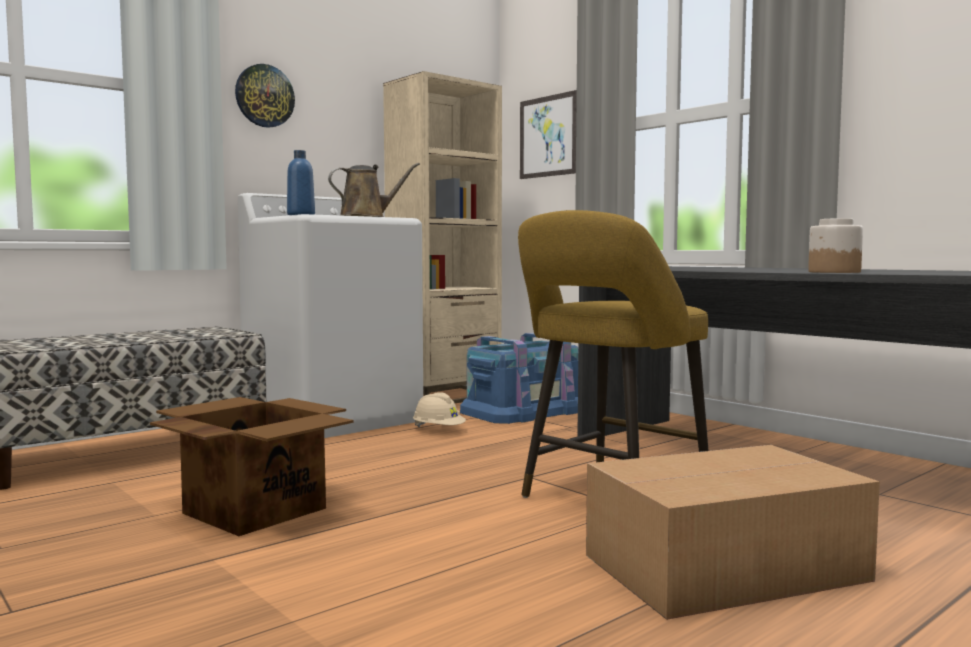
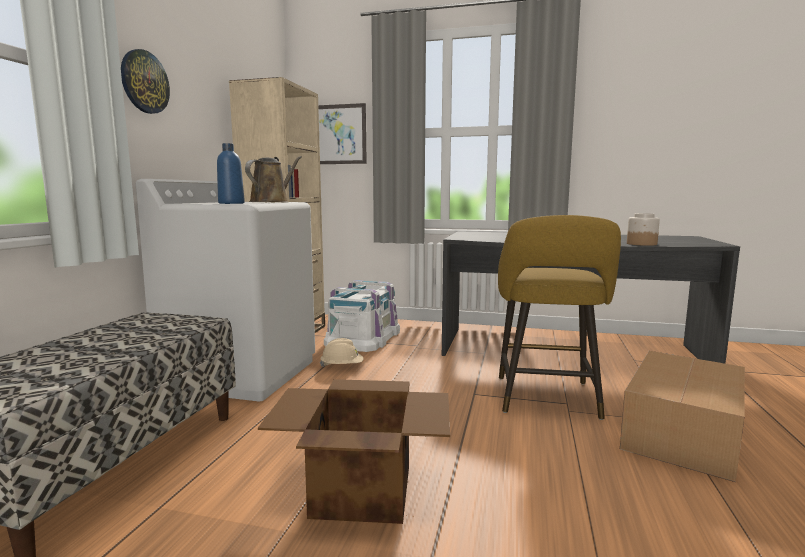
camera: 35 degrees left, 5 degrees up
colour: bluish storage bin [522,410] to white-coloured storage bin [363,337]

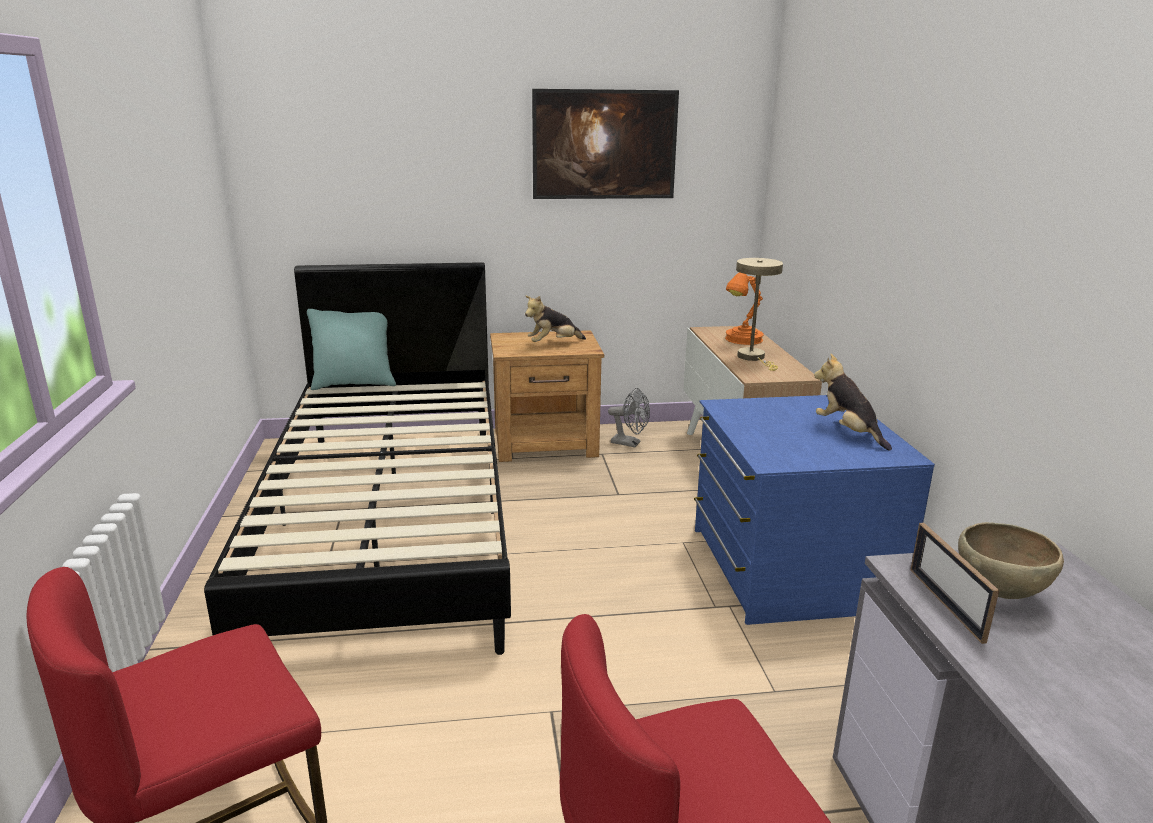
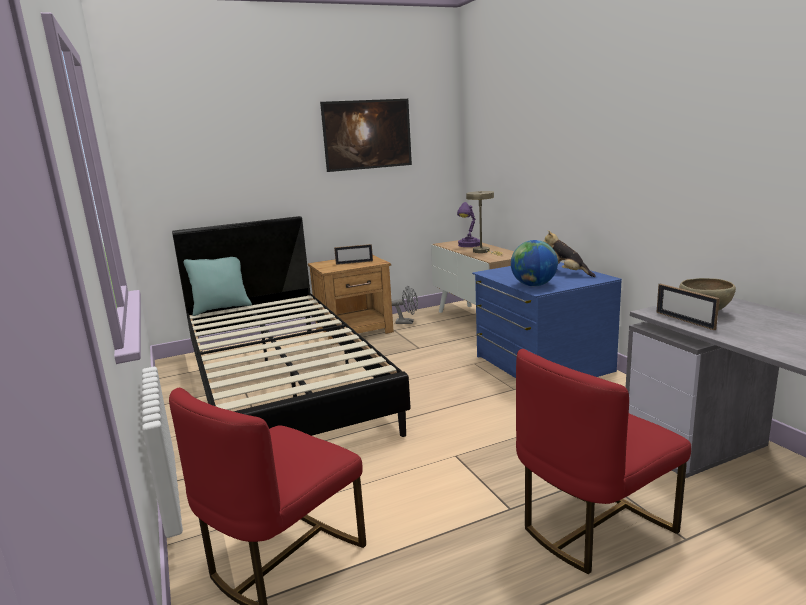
camera: 15 degrees left, 5 degrees down
appeared: globe [533,285]
exchanged: plush toy [553,344] to photo frame [354,262]
colour: orange lamp for a table [742,340] to purplish lamp for a table [468,245]

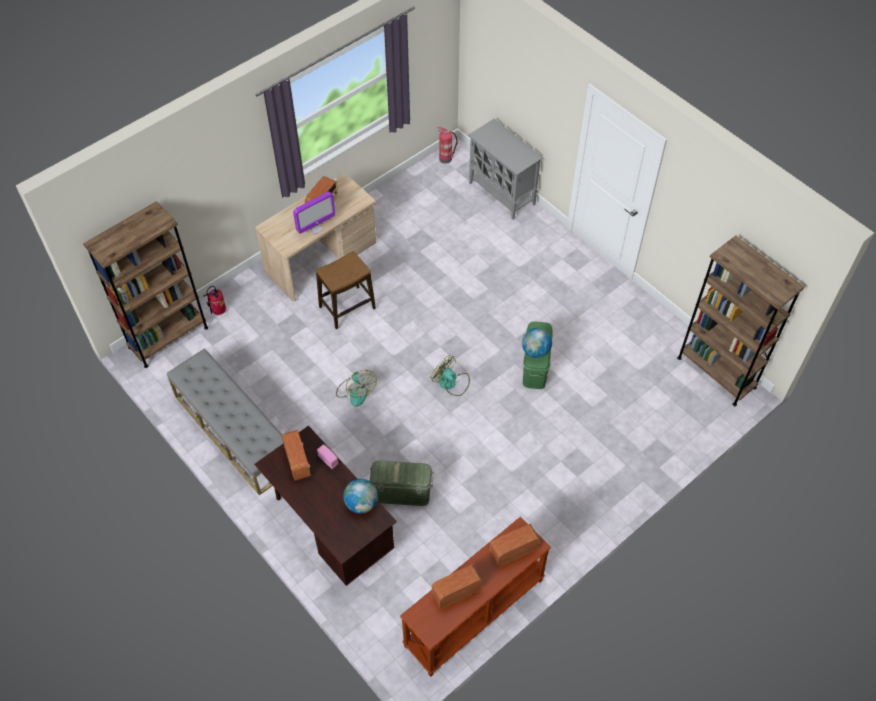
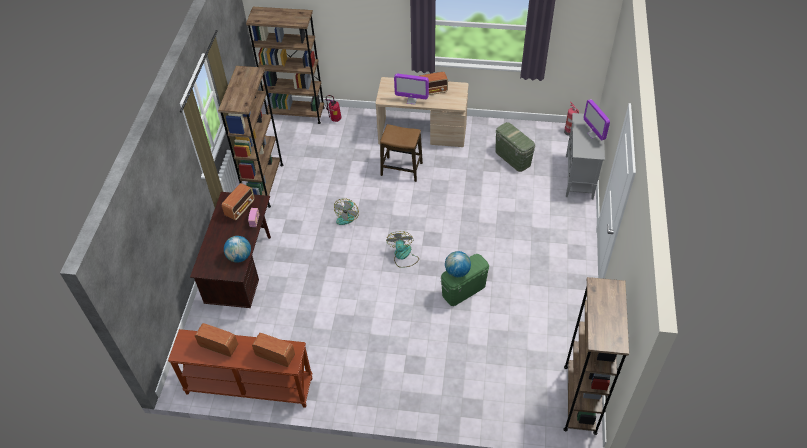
camera: 50 degrees right, 5 degrees down
appeared: computer display [593,134]
relocated: green-coloured storage bin [402,493] to [512,158]
exchanged: greyish bench [234,431] to brown-coloured bookshelf [264,184]

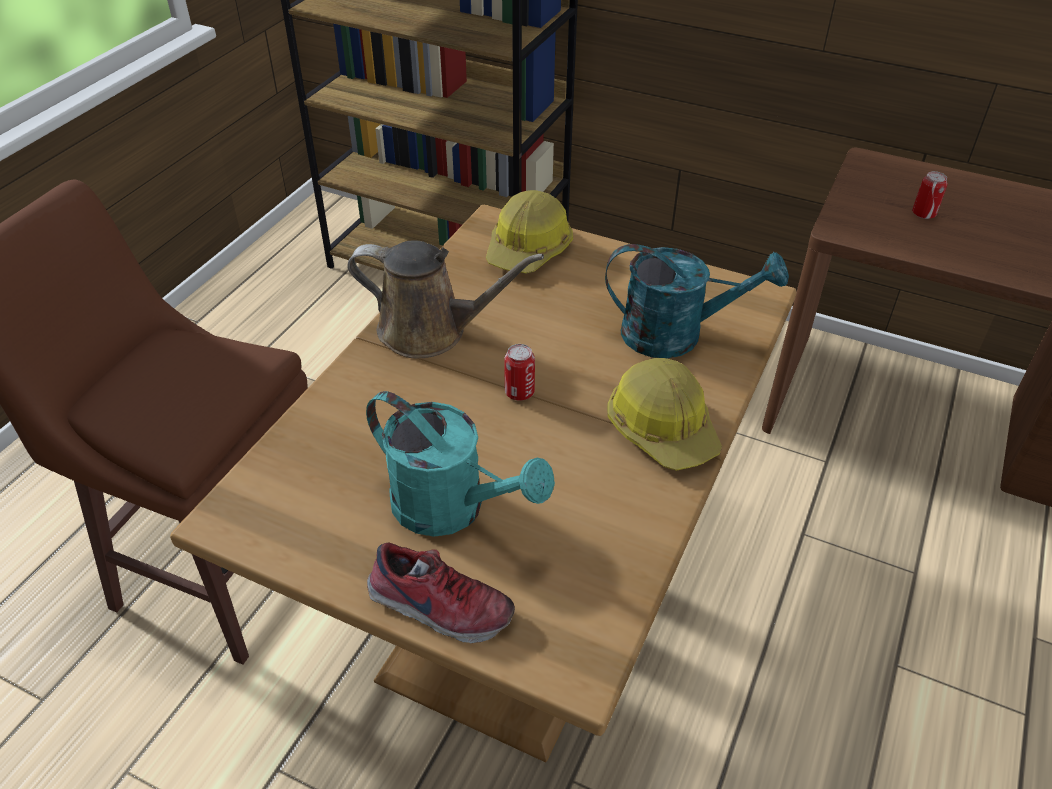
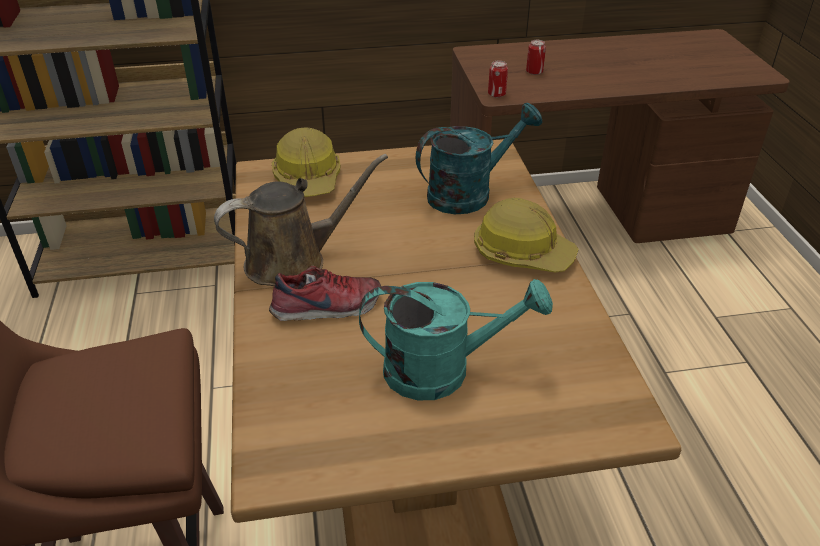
camera: 35 degrees left, 5 degrees down
relocated: sealed can [519,392] to [496,94]; item of footwear [438,608] to [327,309]

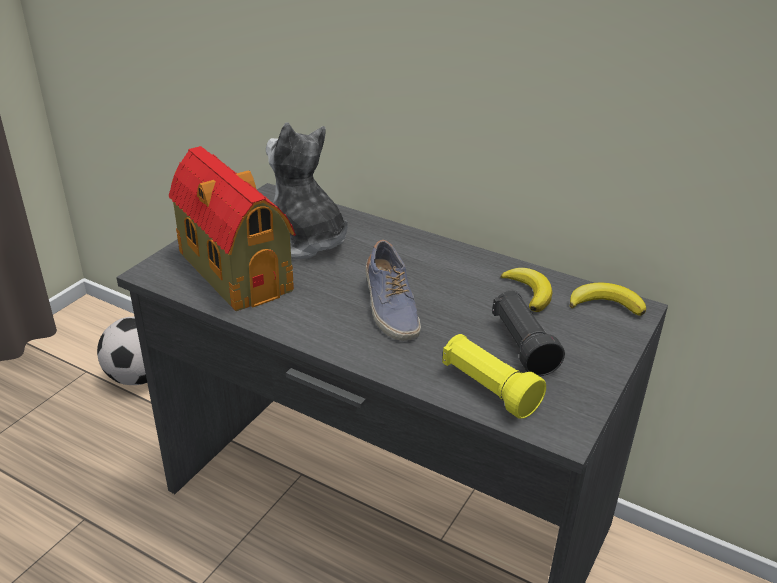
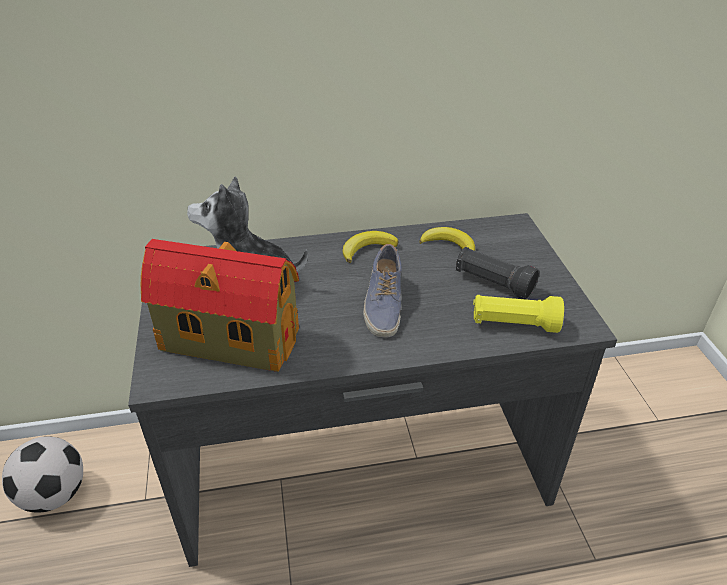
camera: 40 degrees left, 5 degrees up
relocated: banana fruit [605,304] to [367,249]
spun: item of footwear [389,308] = [383,304] 60 degrees clockwise

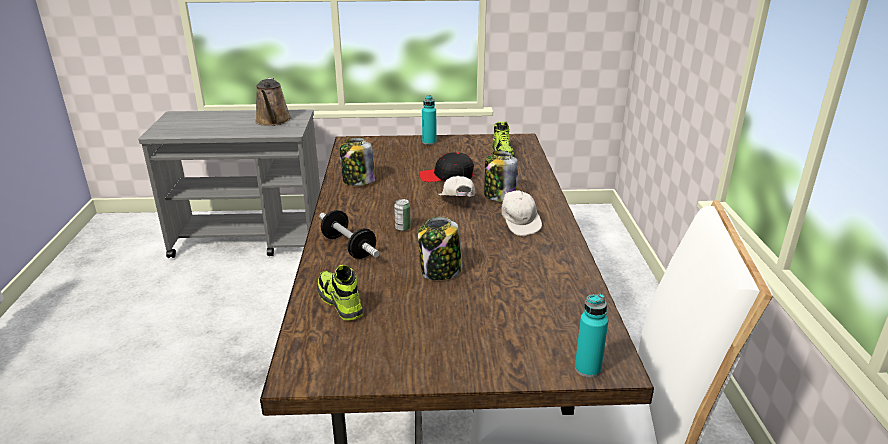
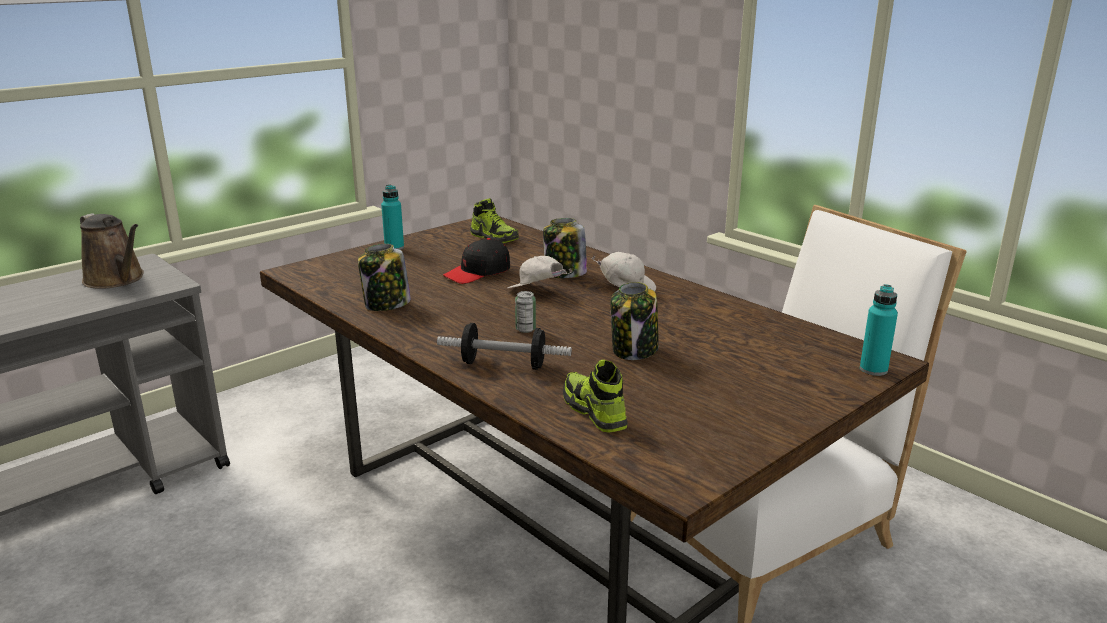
camera: 40 degrees left, 5 degrees down
spun: item of footwear [340,302] = [594,411] 45 degrees clockwise

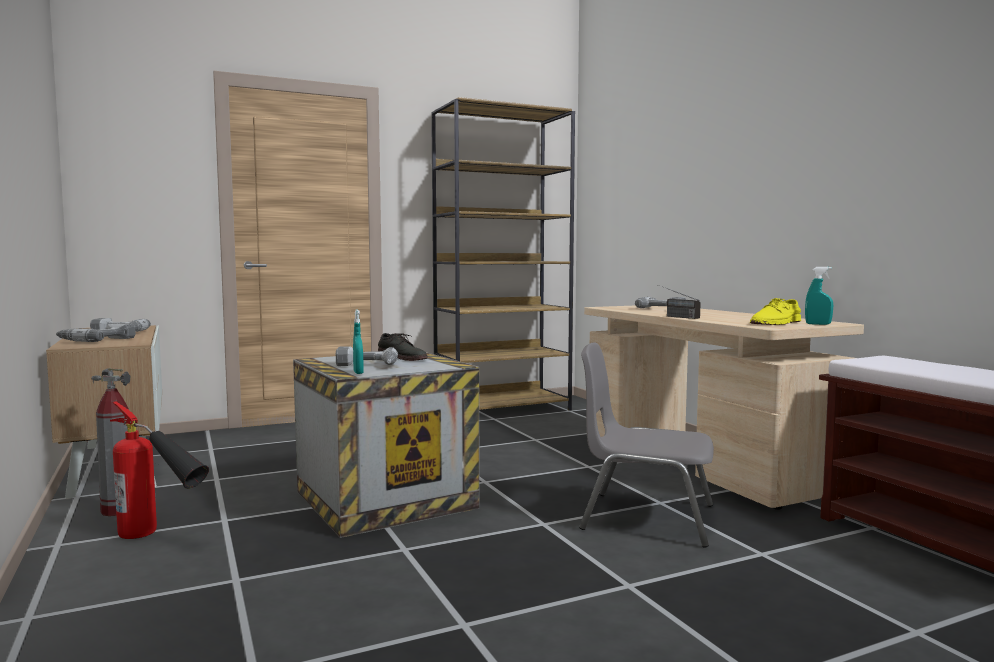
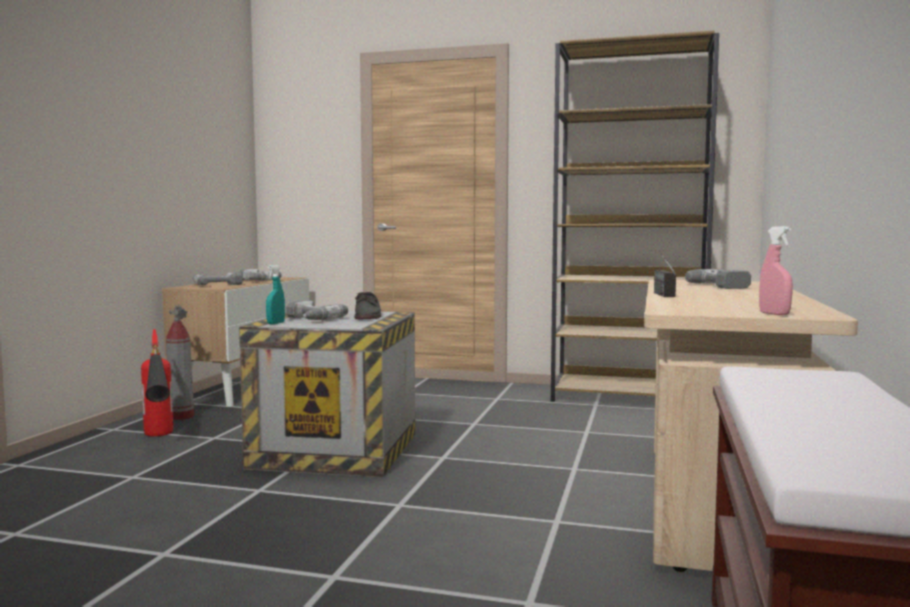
camera: 40 degrees right, 0 degrees up
missing: yellowish item of footwear [776,323]; greyish upright chair [646,517]
colour: turquoise-coloured spray bottle [818,324] to pinkish spray bottle [774,314]

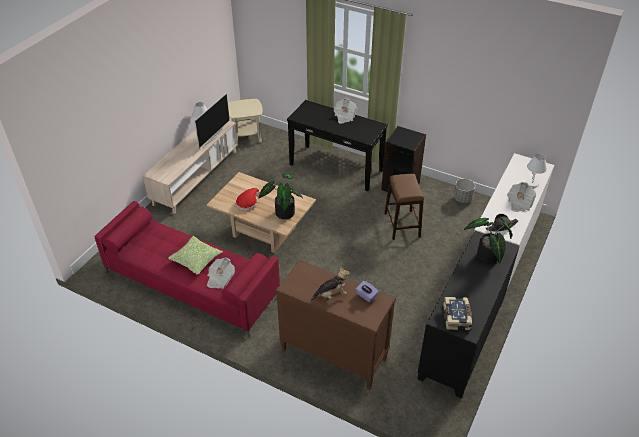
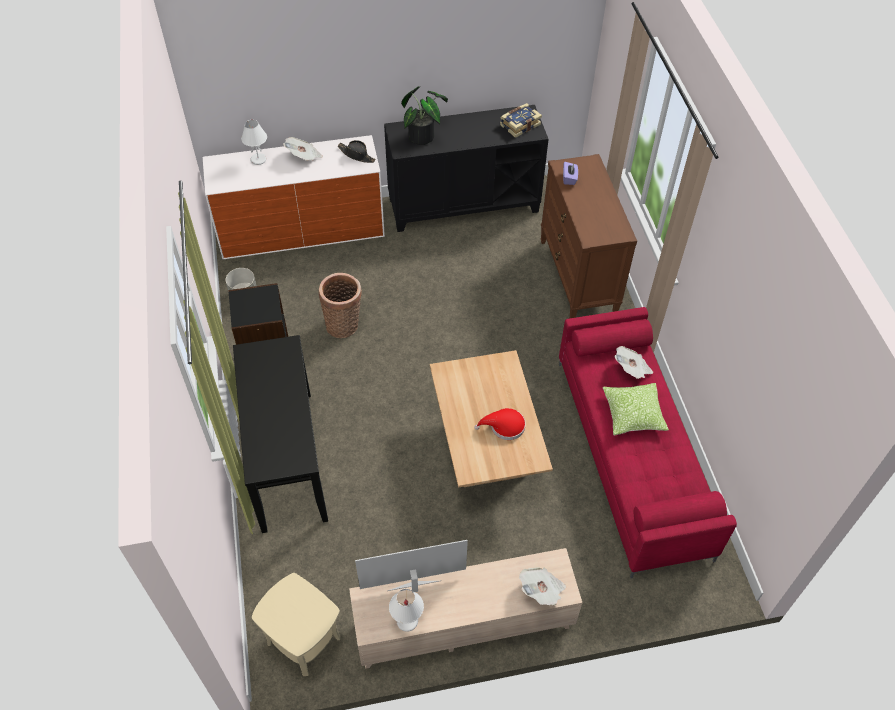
camera: 130 degrees left, 10 degrees up
missing: plant in a pot [283,212]; plush toy [331,294]
relocated: newspaper [344,116] to [542,590]
exchanged: brown-coloured sitting stool [402,224] to storage basket [344,325]

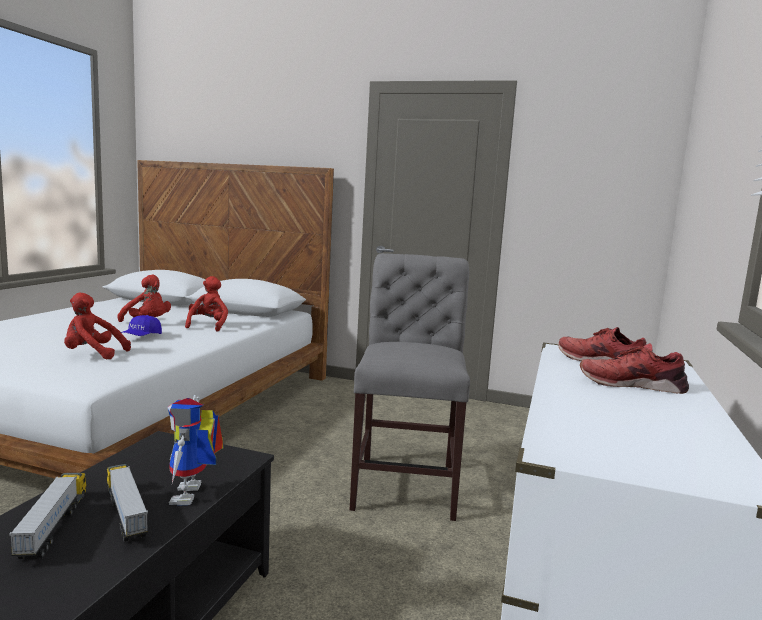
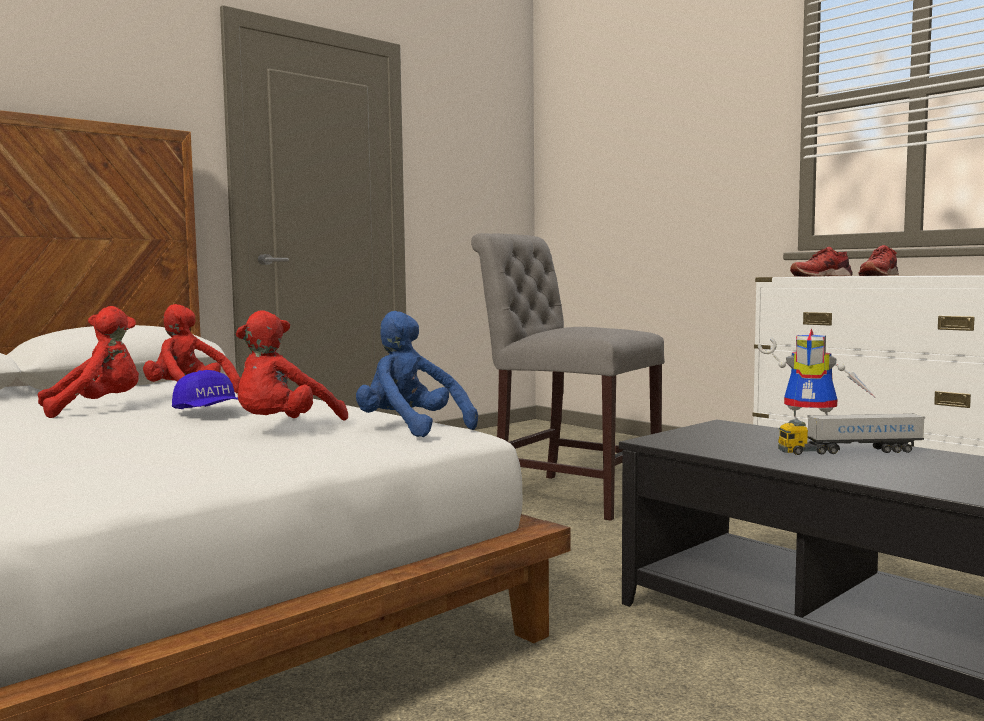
camera: 60 degrees left, 5 degrees down
missing: toy truck [53,526]
appeared: bluish plush toy [410,429]

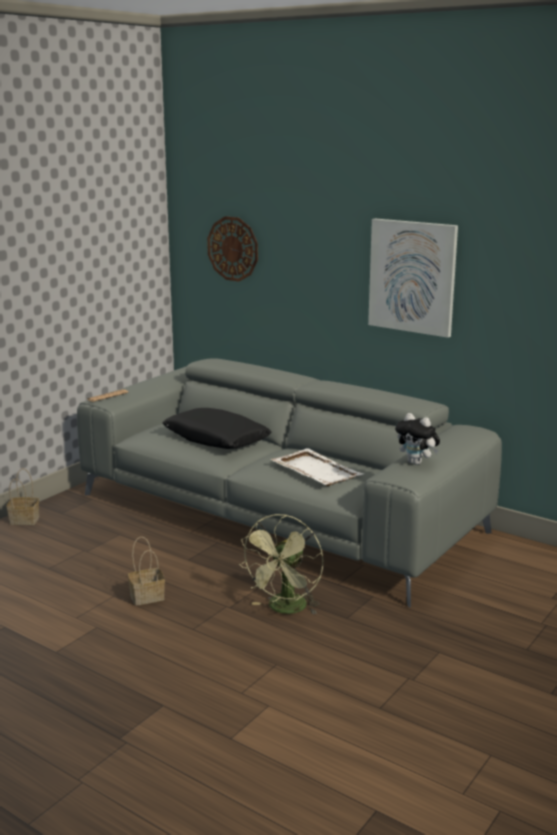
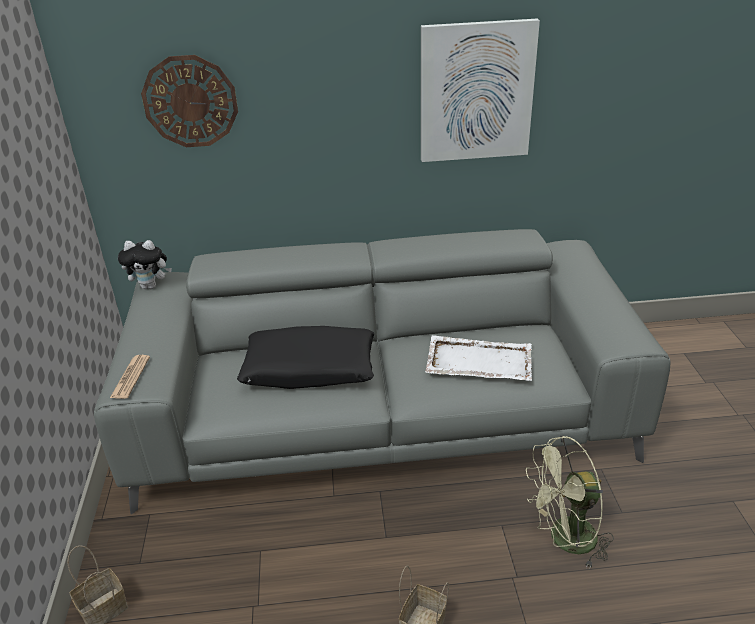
camera: 40 degrees left, 15 degrees up
relocated: plush toy [417,463] to [151,286]
spun: green-coloured fan [285,609] = [564,540] 90 degrees clockwise

